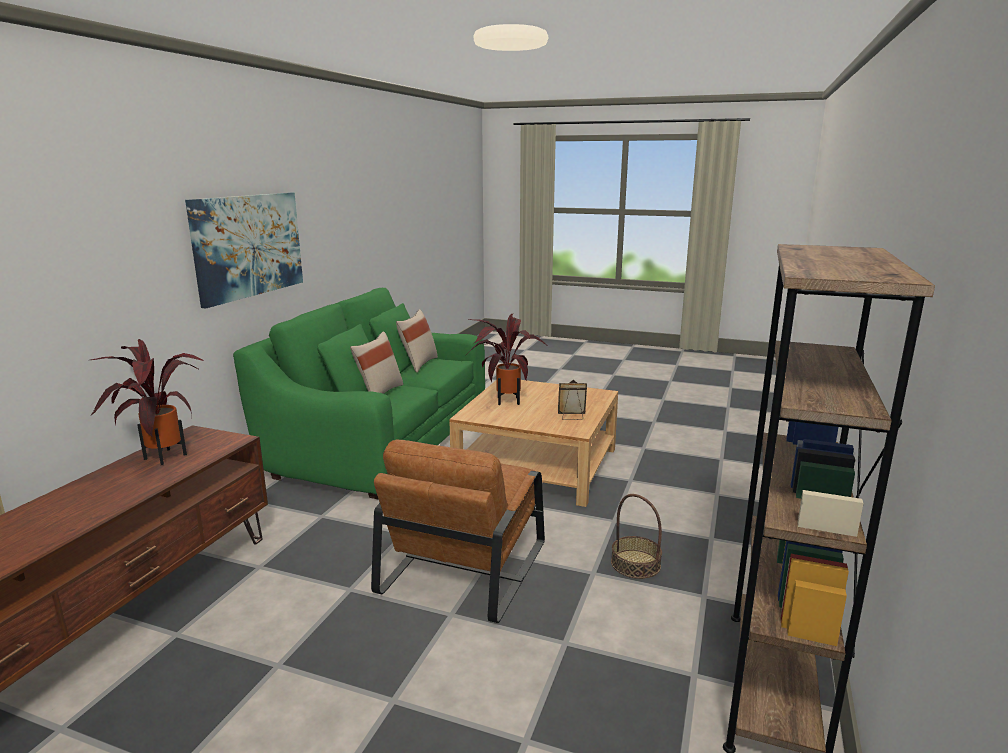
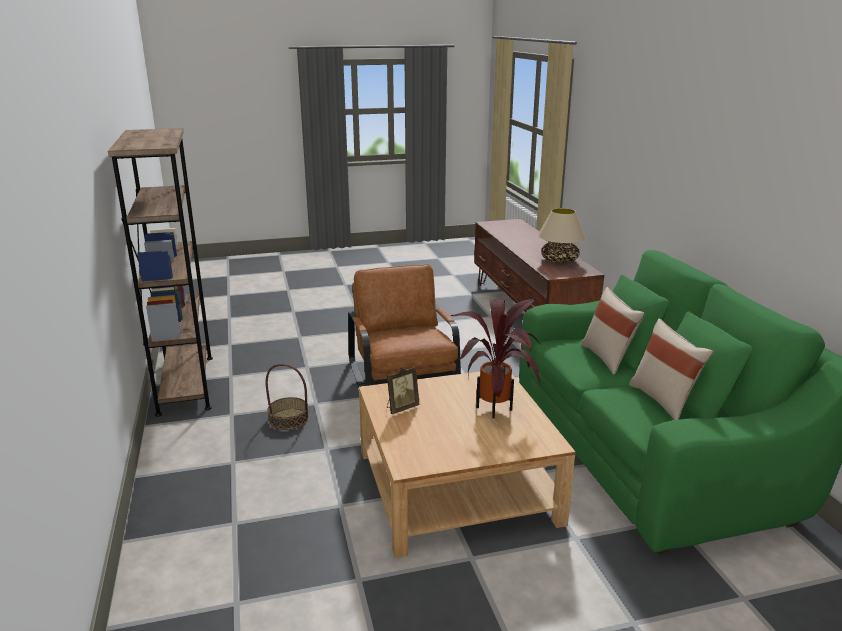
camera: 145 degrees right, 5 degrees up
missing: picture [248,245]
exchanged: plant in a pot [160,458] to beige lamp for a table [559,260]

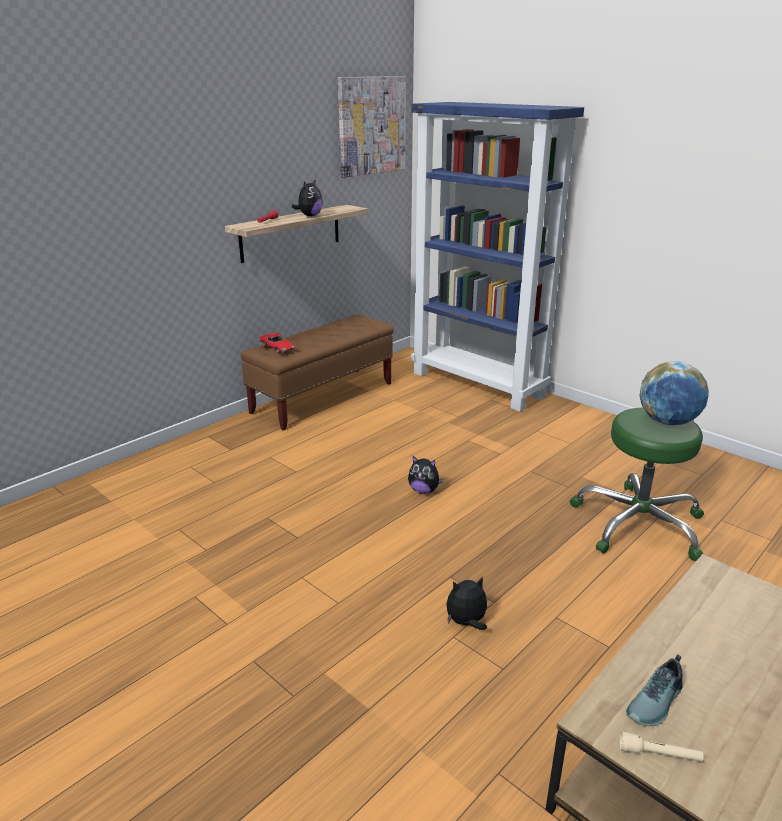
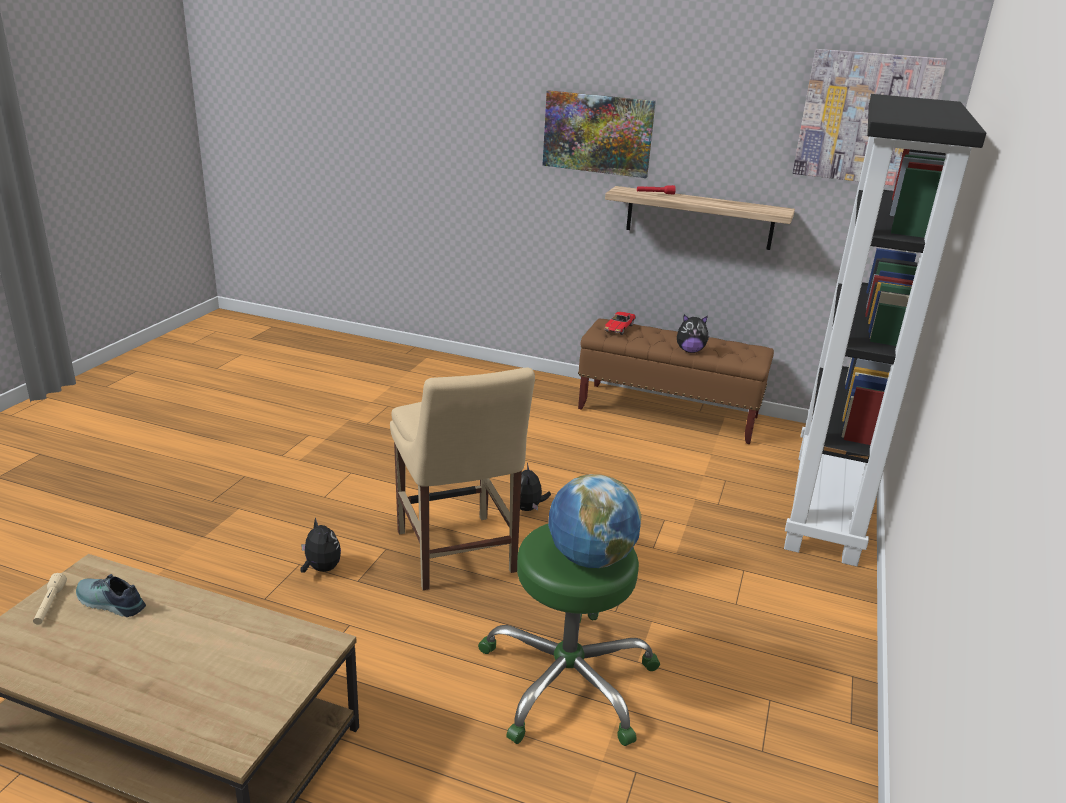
camera: 65 degrees right, 0 degrees up
appeared: picture [598,133]; beige upright chair [457,555]
relocated: plush toy [309,216] to [690,351]
colour: bluish bookshelf [478,384] to black bookshelf [827,505]

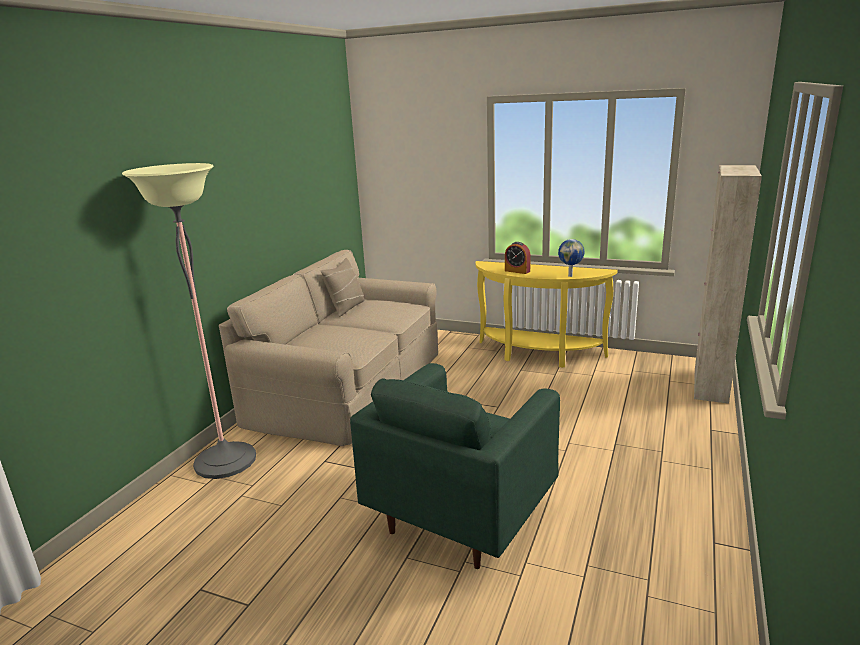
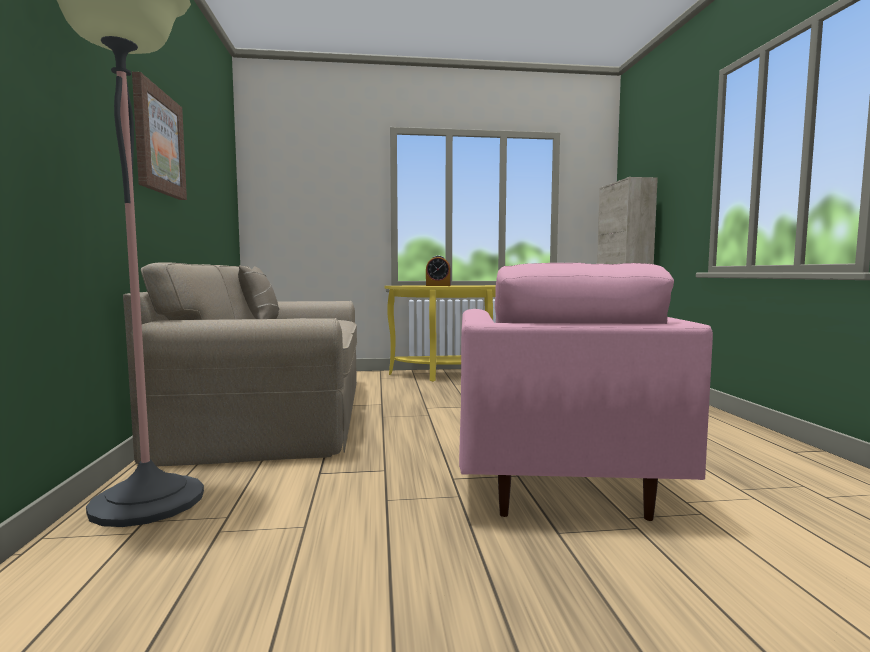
camera: 30 degrees left, 15 degrees down
missing: globe [570,275]
appeared: picture [158,142]
colour: green-coloured lounge chair [460,515] to pinkish lounge chair [559,483]

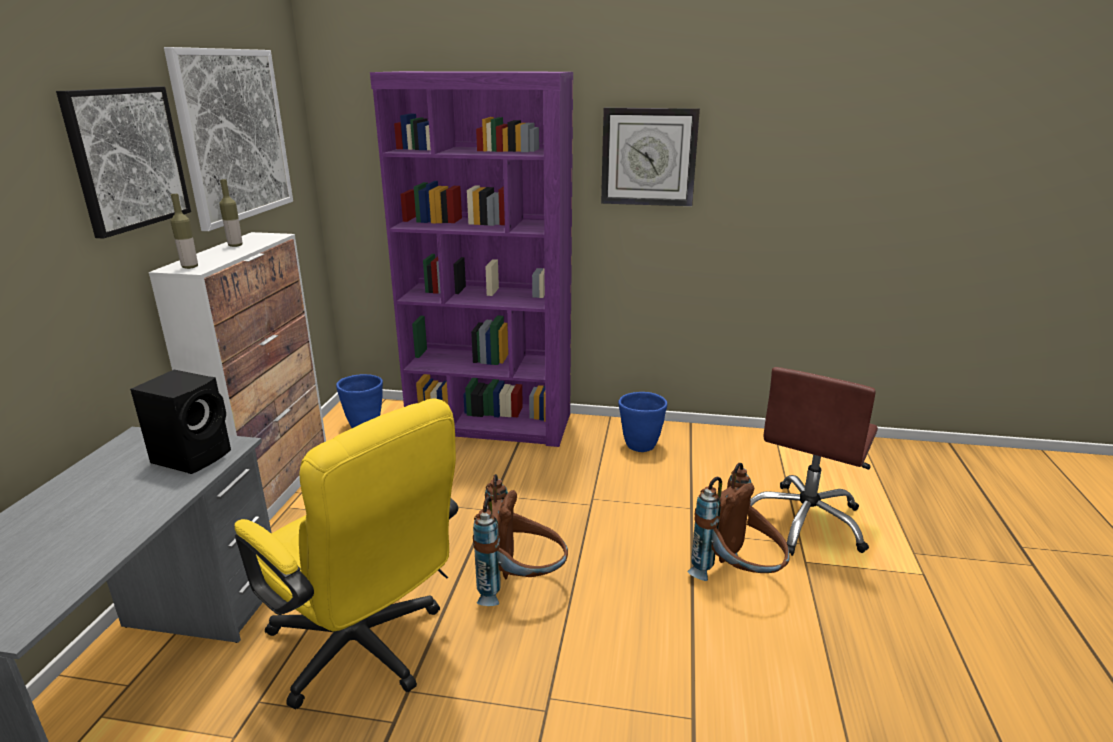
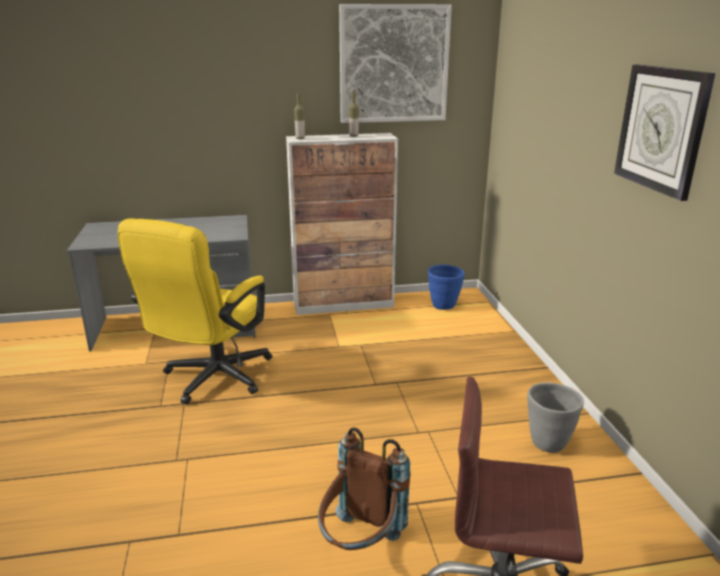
camera: 70 degrees right, 0 degrees up
missing: purplish bookshelf [490,424]; picture [127,158]; black loudspeaker [194,456]; brown-coloured rucksack [521,586]
colour: bluish planter [640,446] to greyish planter [548,443]

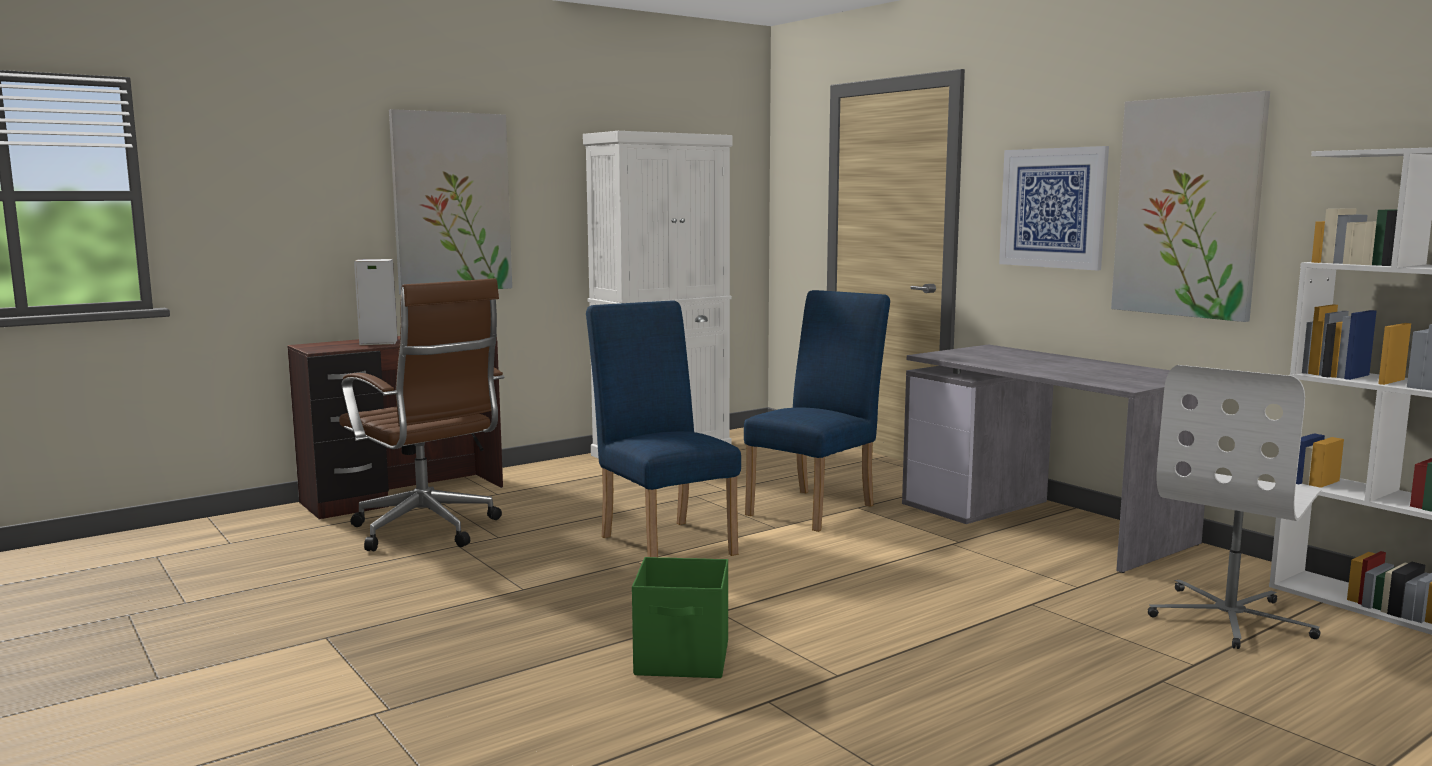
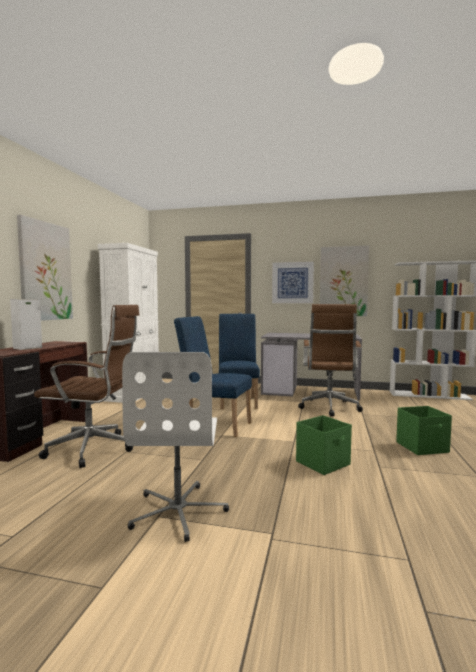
camera: 40 degrees left, 5 degrees down
appeared: brown-coloured desk chair [329,408]; green-coloured storage bin [422,447]
relocated: white-coloured desk chair [1231,618] to [179,511]

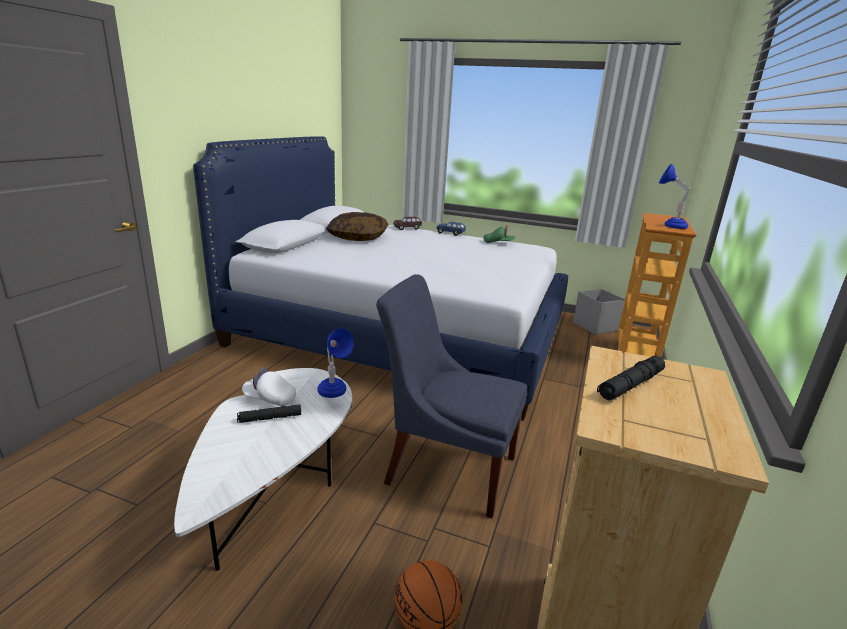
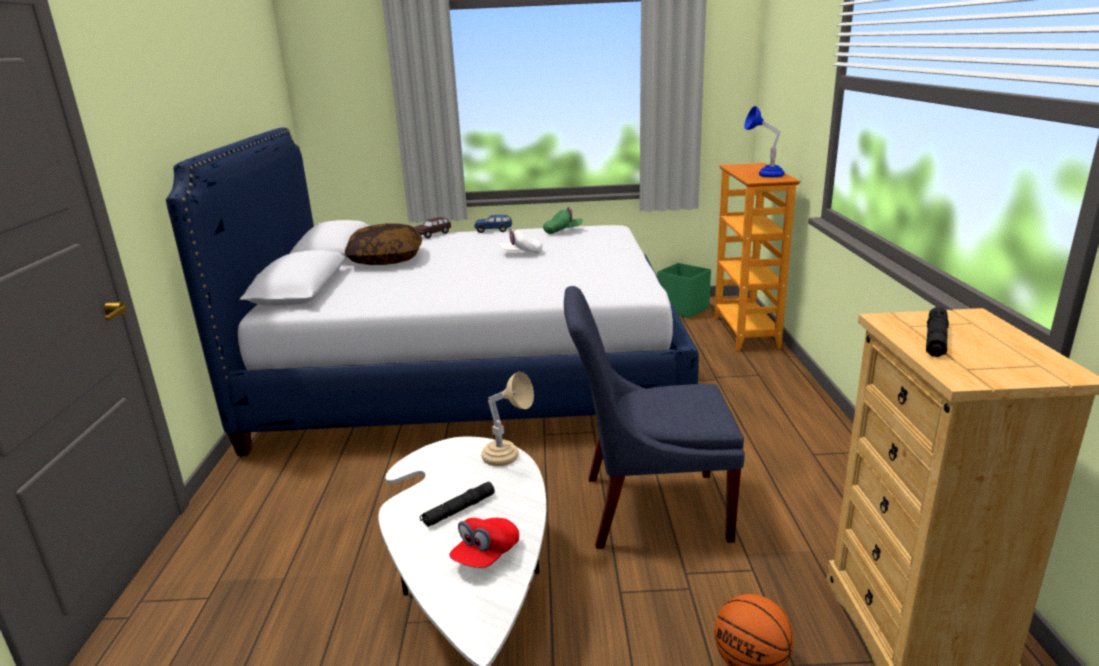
camera: 20 degrees left, 0 degrees up
appeared: red peaked cap [486,555]
relocated: white-coloured peaked cap [270,399] to [520,253]
colour: greyish storage bin [594,326] to green-coloured storage bin [682,309]; bluish lamp for a table [334,395] to beige lamp for a table [508,460]

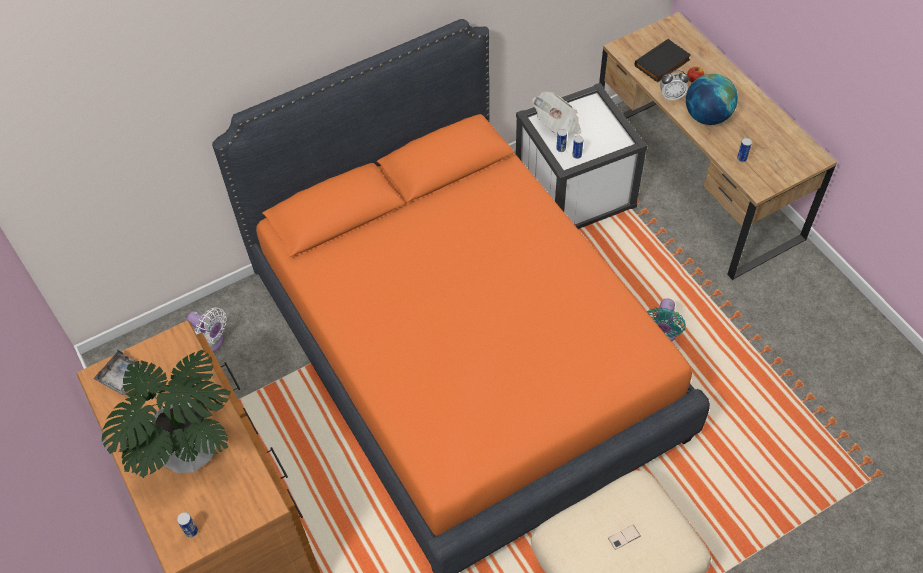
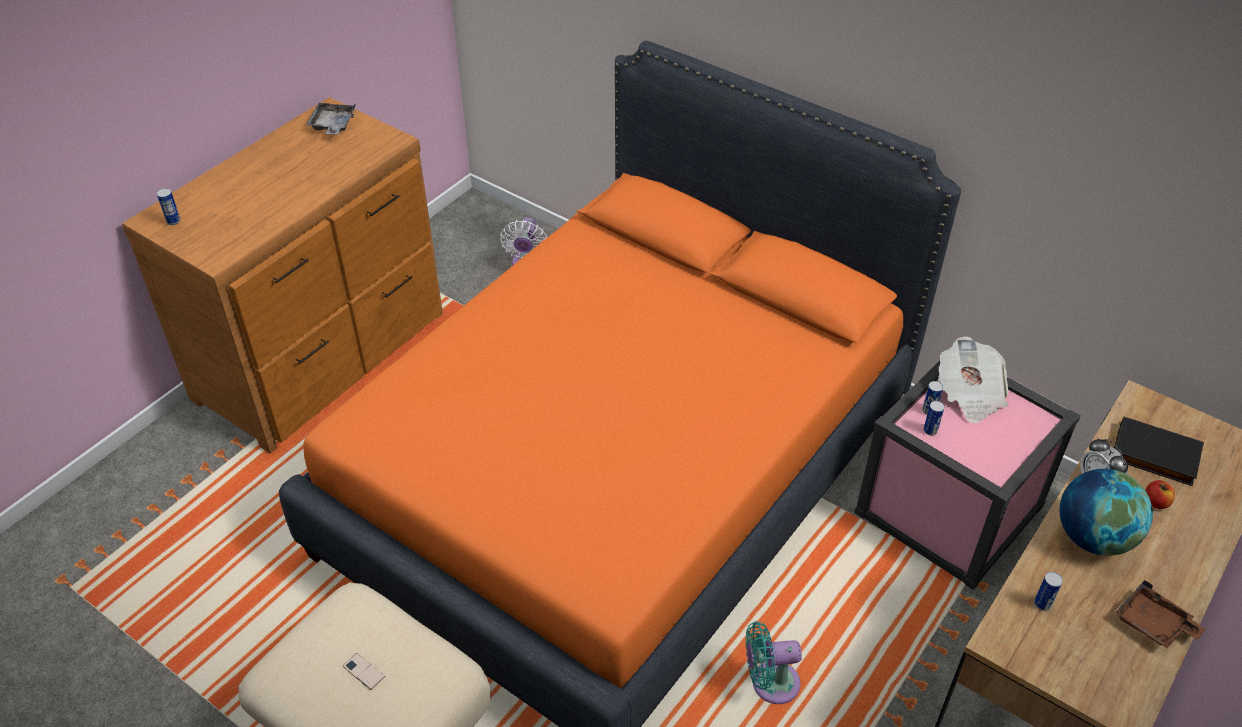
camera: 65 degrees right, 10 degrees down
missing: plant in a pot [189,449]
appeared: brown-coloured carrying tray [1153,624]
colour: white-coloured storage bin [575,190] to pinkish storage bin [950,509]

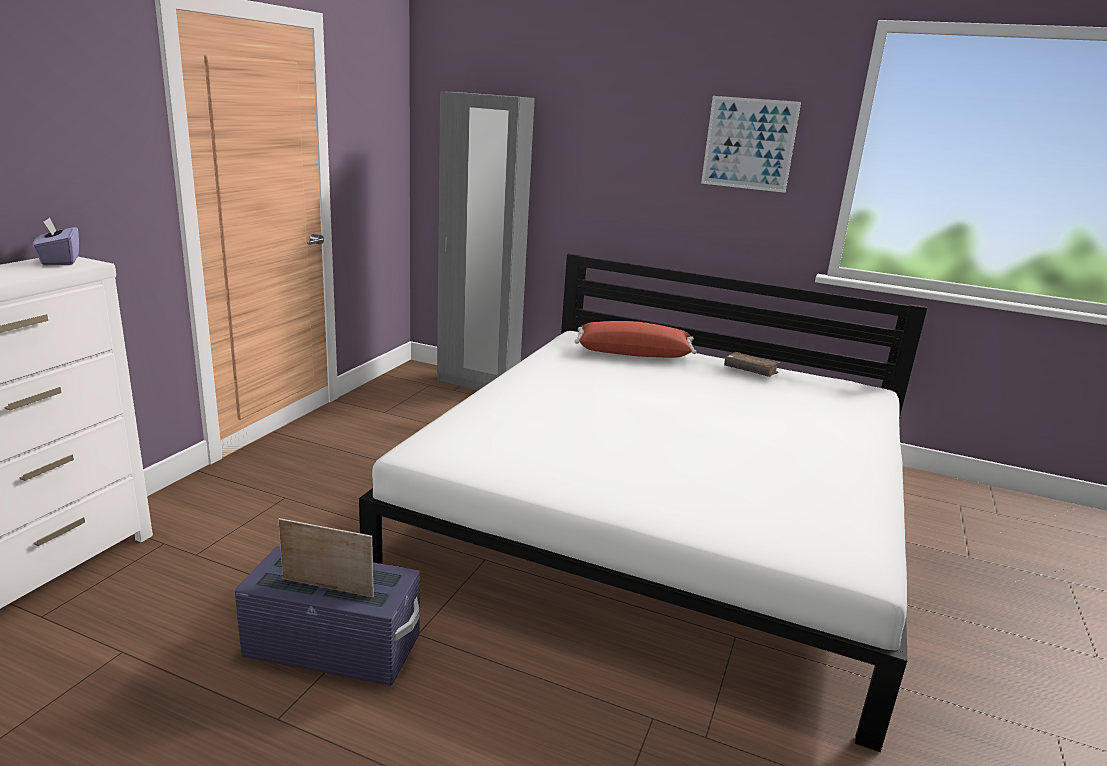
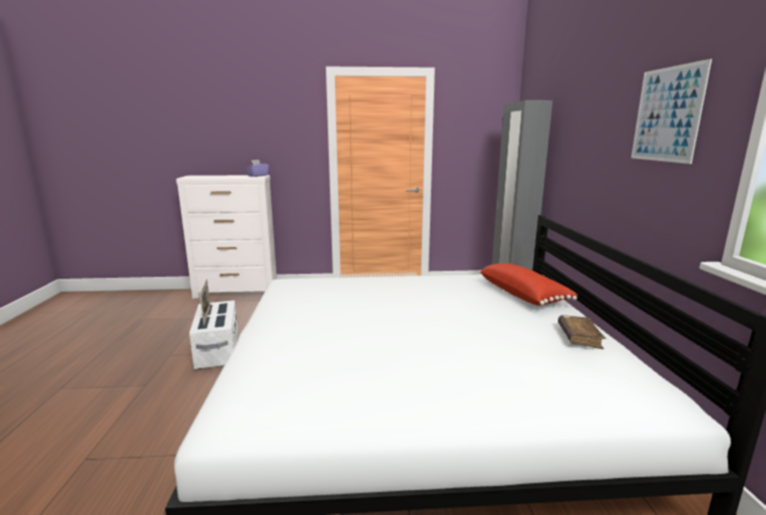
camera: 65 degrees right, 5 degrees down
colour: purplish storage bin [333,648] to white-coloured storage bin [218,350]

